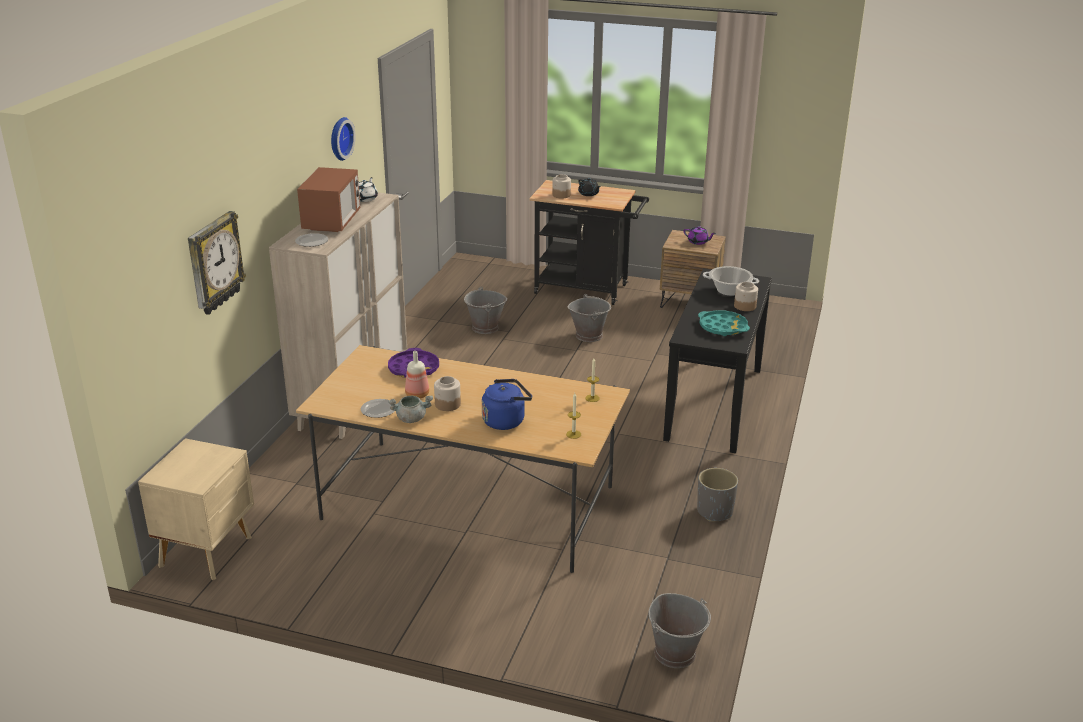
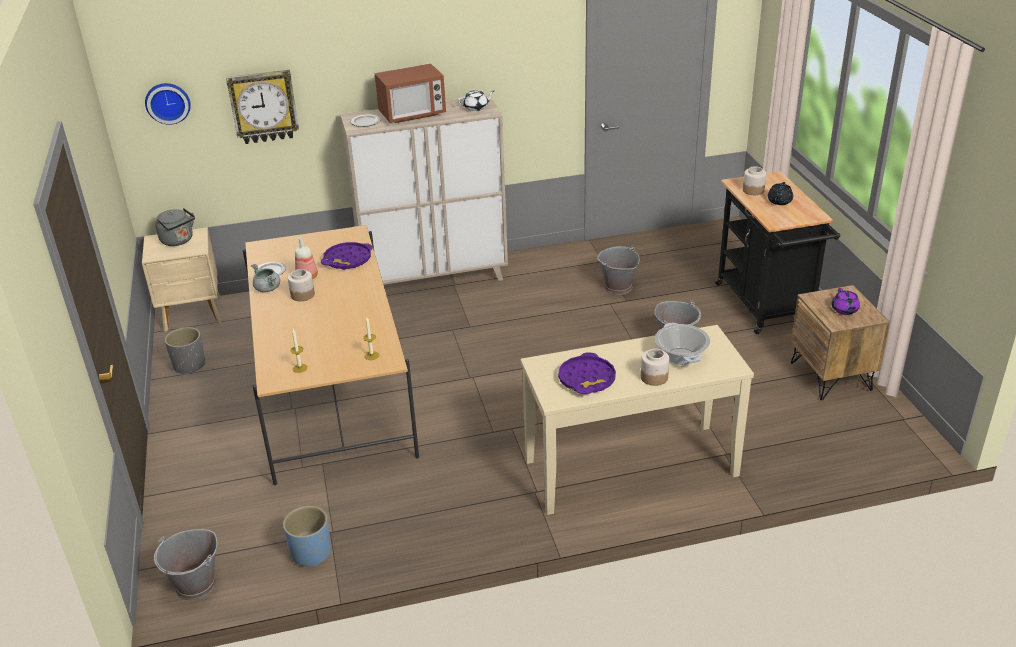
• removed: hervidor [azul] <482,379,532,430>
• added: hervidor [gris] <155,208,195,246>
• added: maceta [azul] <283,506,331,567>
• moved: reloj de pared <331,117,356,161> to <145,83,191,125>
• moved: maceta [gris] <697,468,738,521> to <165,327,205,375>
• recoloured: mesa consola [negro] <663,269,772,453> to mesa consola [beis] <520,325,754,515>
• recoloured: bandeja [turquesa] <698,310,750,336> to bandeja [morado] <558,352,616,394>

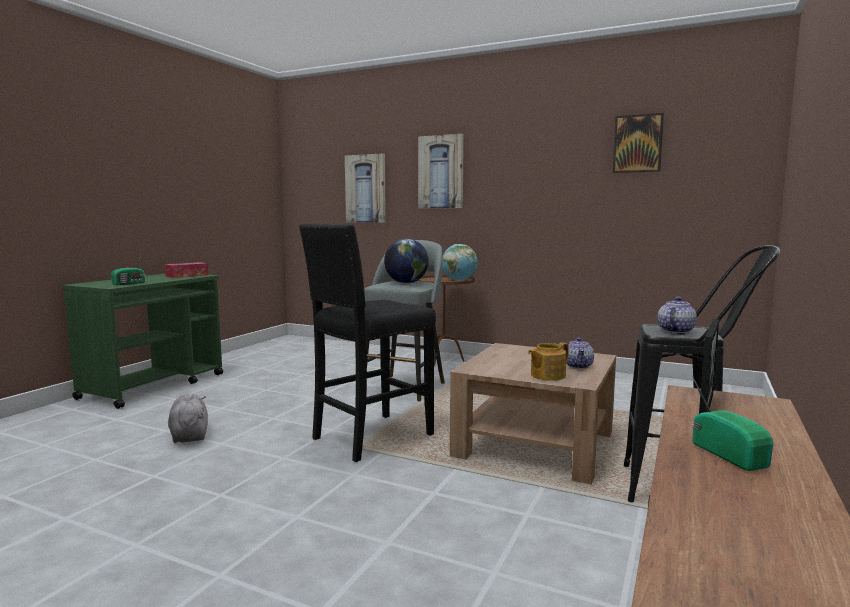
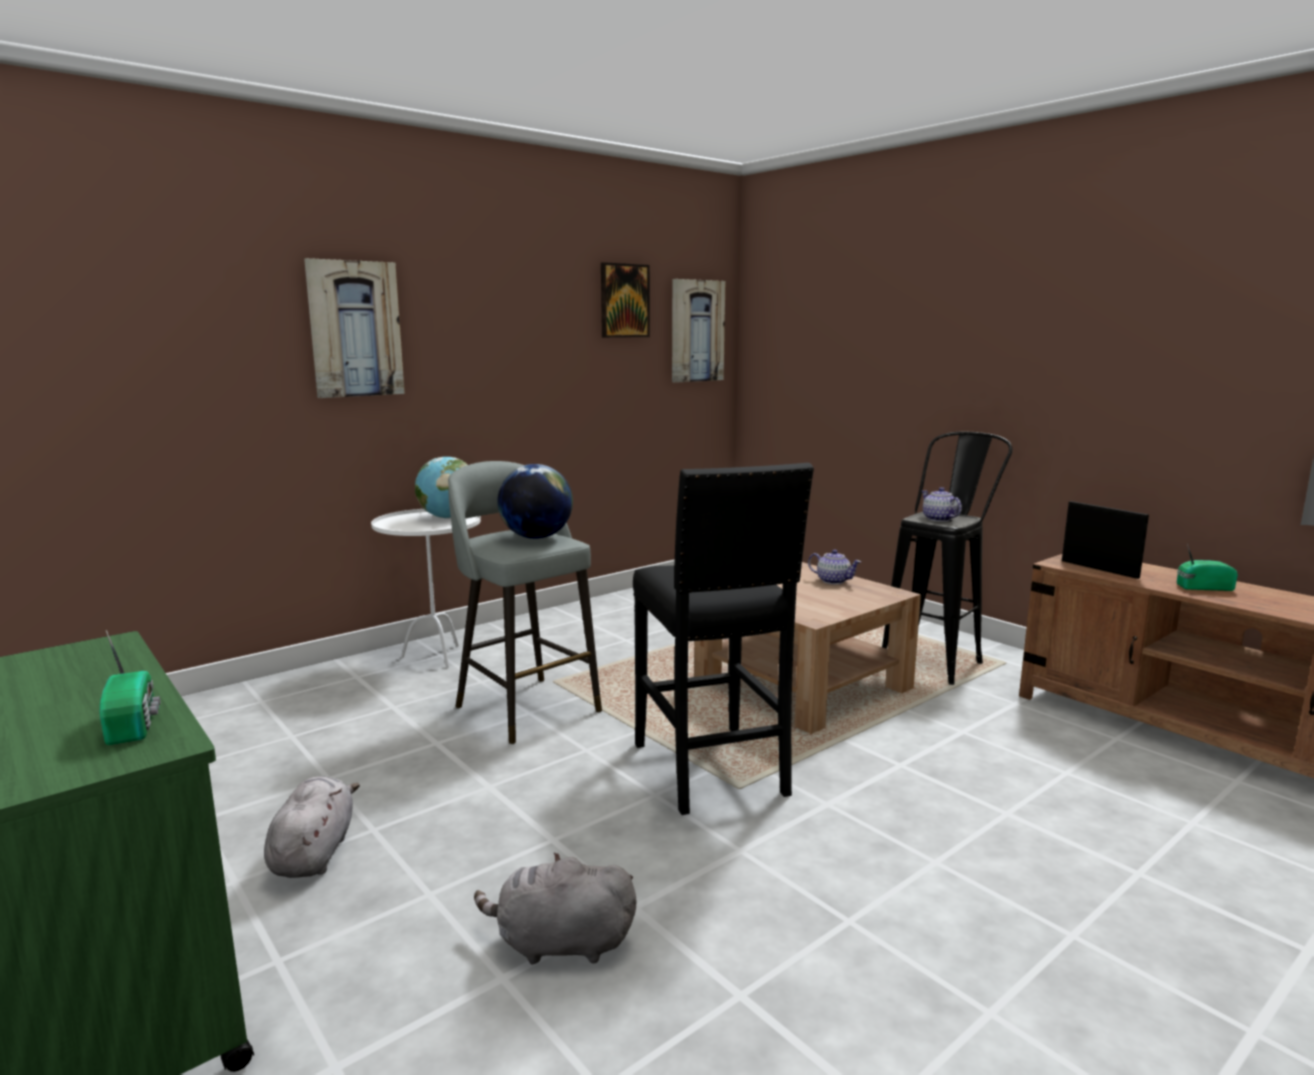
• removed: caja de pañuelos <165,262,208,278>
• removed: tetera <528,342,569,381>
• added: peluche [gris] <264,776,360,878>
• moved: cuadro <345,154,386,223> to <672,279,725,383>
• recoloured: mesa auxiliar [marrón] <417,275,475,366> to mesa auxiliar [blanco] <371,509,481,668>

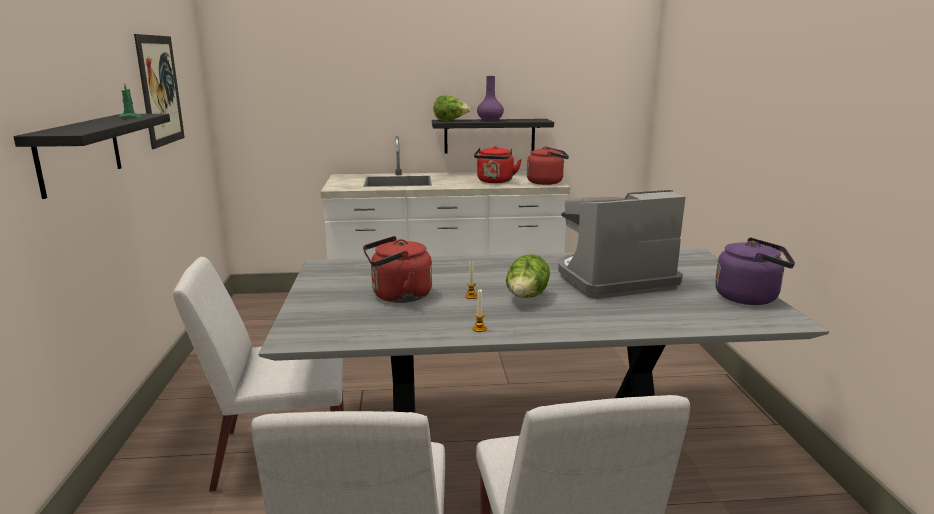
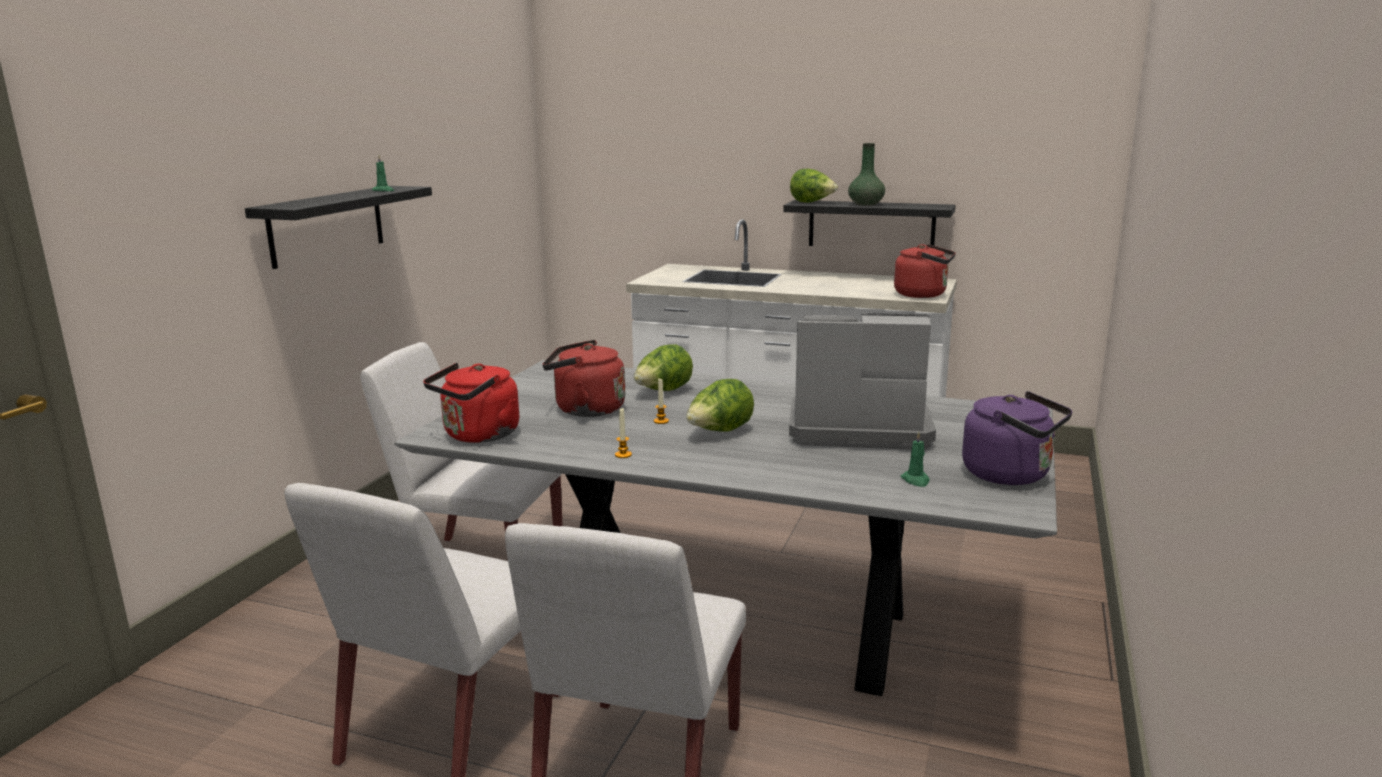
• removed: cuadro <134,34,185,149>
• added: lechuga <634,344,693,391>
• added: vela [verde] <901,432,930,487>
• moved: hervidor [rojo] <474,146,522,183> to <423,363,519,443>
• recoloured: florero [morado] <477,76,504,121> to florero [verde] <848,143,885,206>

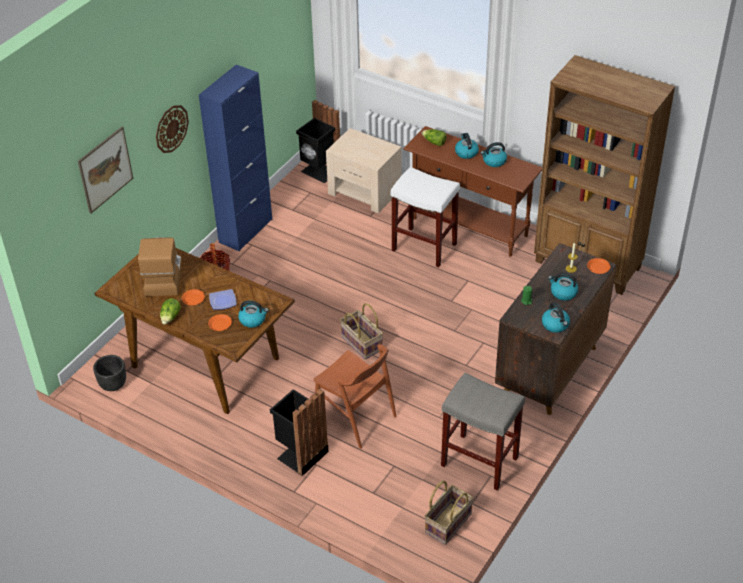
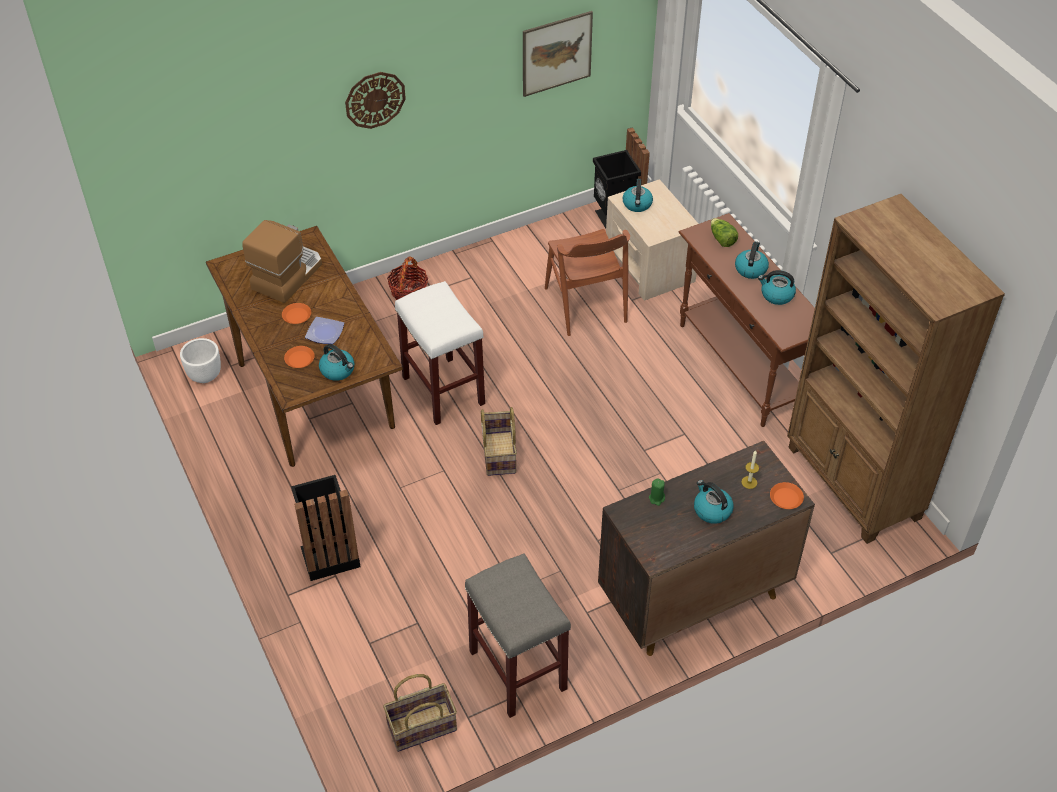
• removed: lechuga <160,298,181,325>
• removed: armario [azul] <199,65,272,251>
• moved: cuadro <78,127,133,214> to <523,11,593,97>
• moved: silla [marrón] <313,344,397,449> to <545,229,630,336>
• moved: taburete [blanco] <390,167,460,267> to <395,281,485,425>
• moved: hervidor <542,302,570,333> to <622,179,653,212>
• recoloured: maceta [negro] <93,355,126,391> to maceta [blanco] <180,338,221,383>

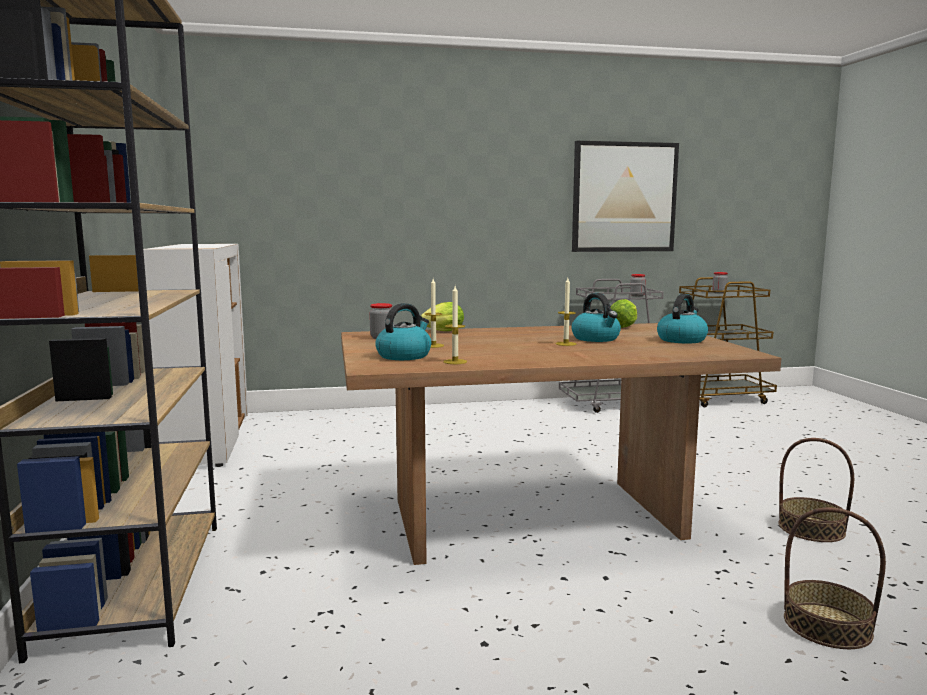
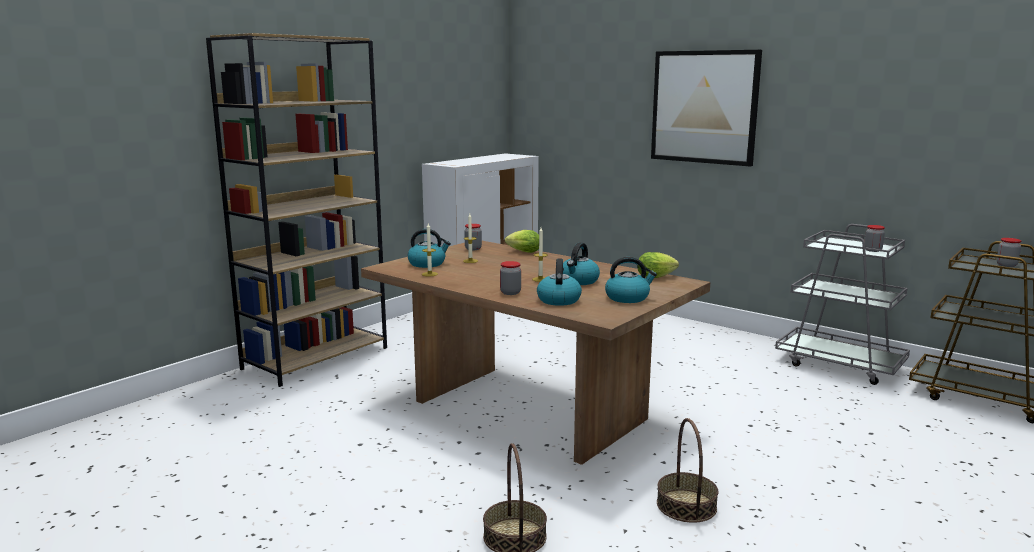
• added: tarro <500,261,521,295>
• added: hervidor <537,259,582,306>
• moved: cuadro <572,141,679,252> to <651,50,762,167>

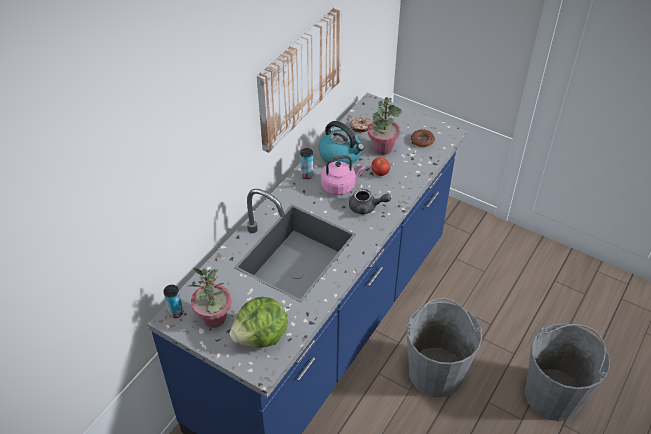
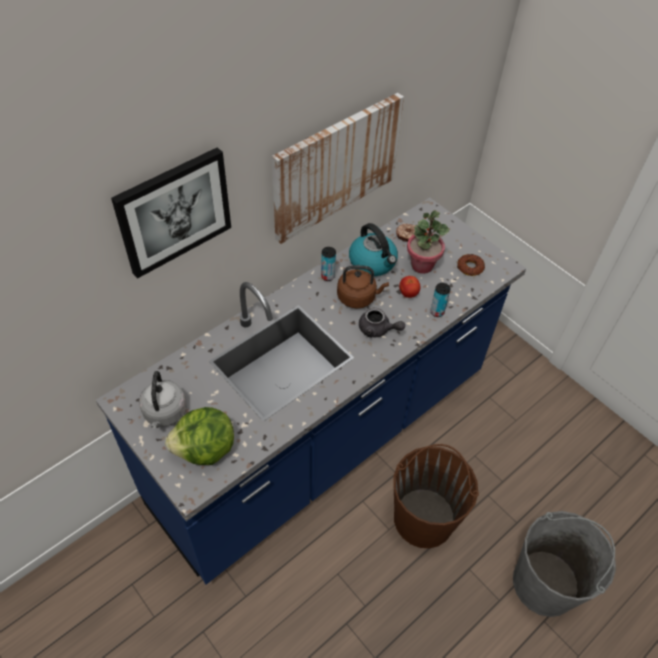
• added: cuadro <111,147,231,279>
• moved: lata <163,285,183,318> to <430,283,451,317>
• replaced: planta en maceta <189,268,231,328> to hervidor [gris] <139,371,187,429>
• recoloured: hervidor [rosa] <321,155,366,195> to hervidor [marrón] <337,265,389,309>
• recoloured: cubo [gris] <407,298,482,397> to cubo [marrón] <394,444,479,549>

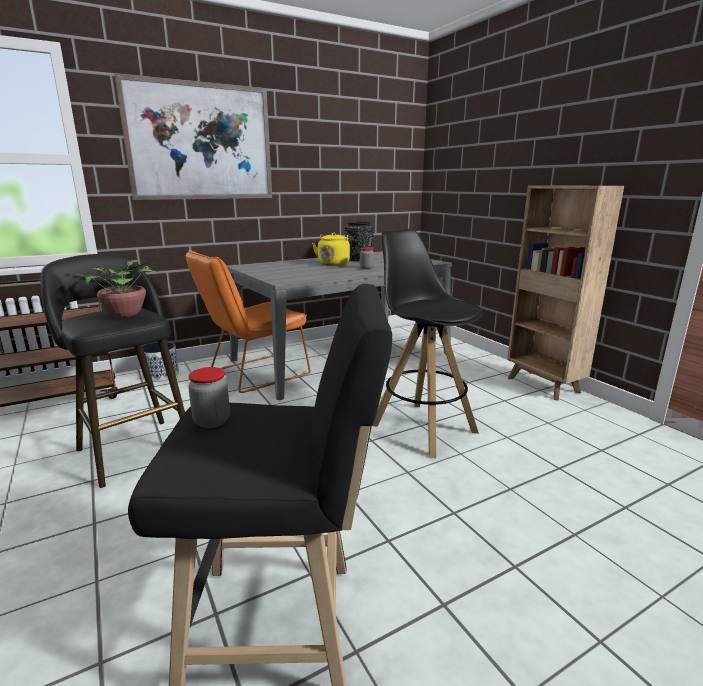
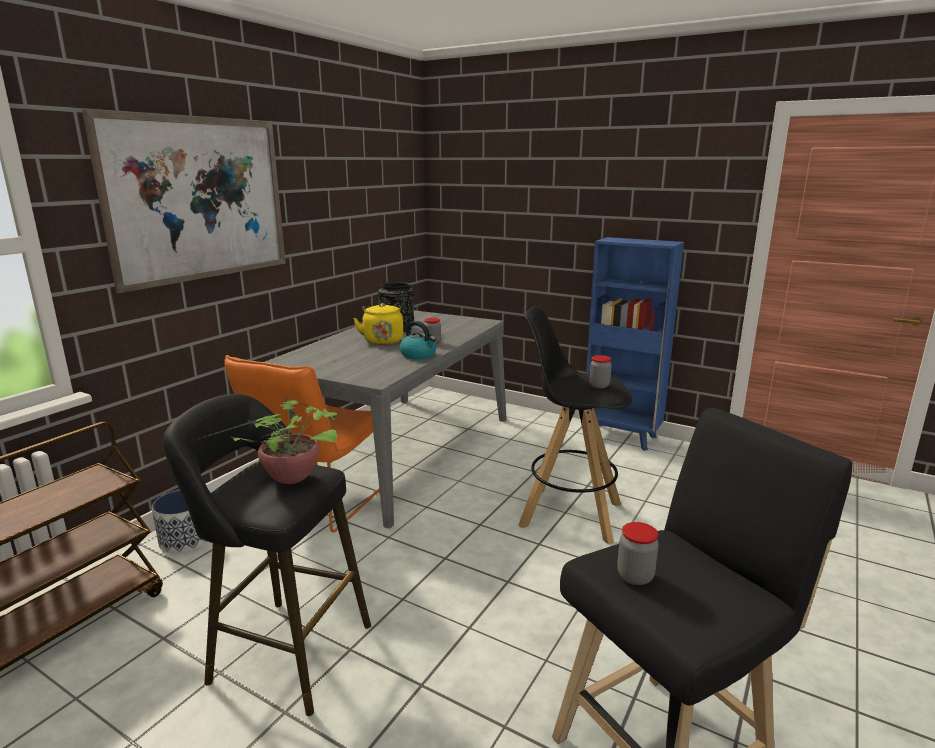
• added: hervidor <400,321,436,360>
• added: tarro <589,355,612,388>
• recoloured: estantería [marrón] <507,185,624,400> to estantería [azul] <586,237,684,451>

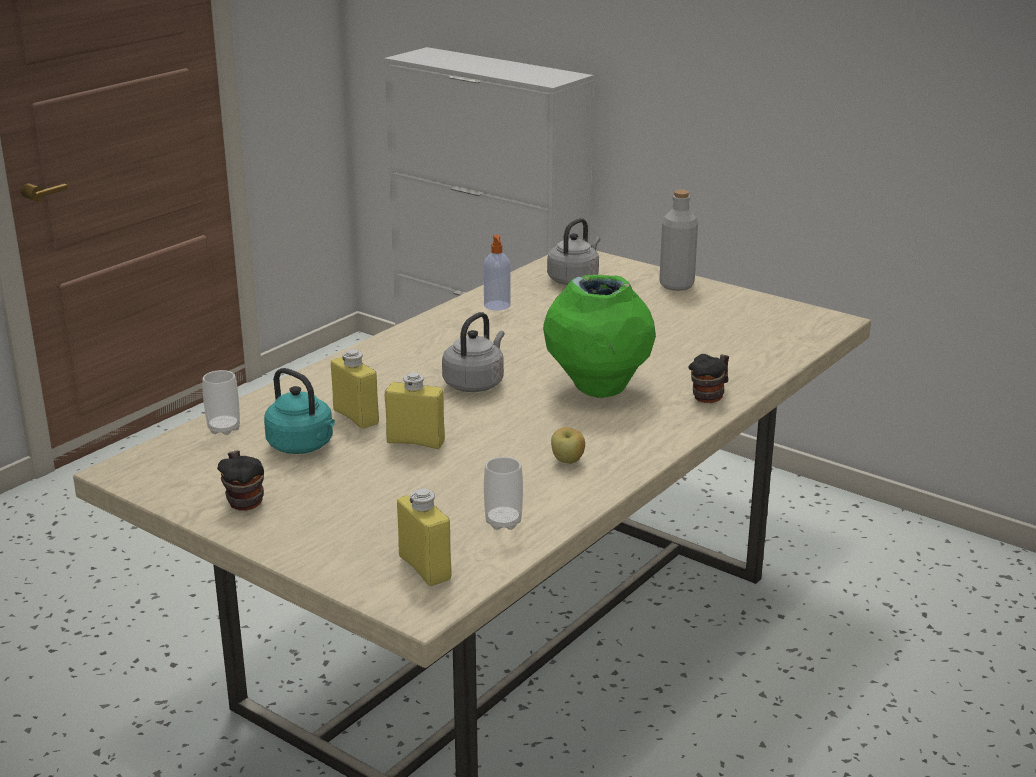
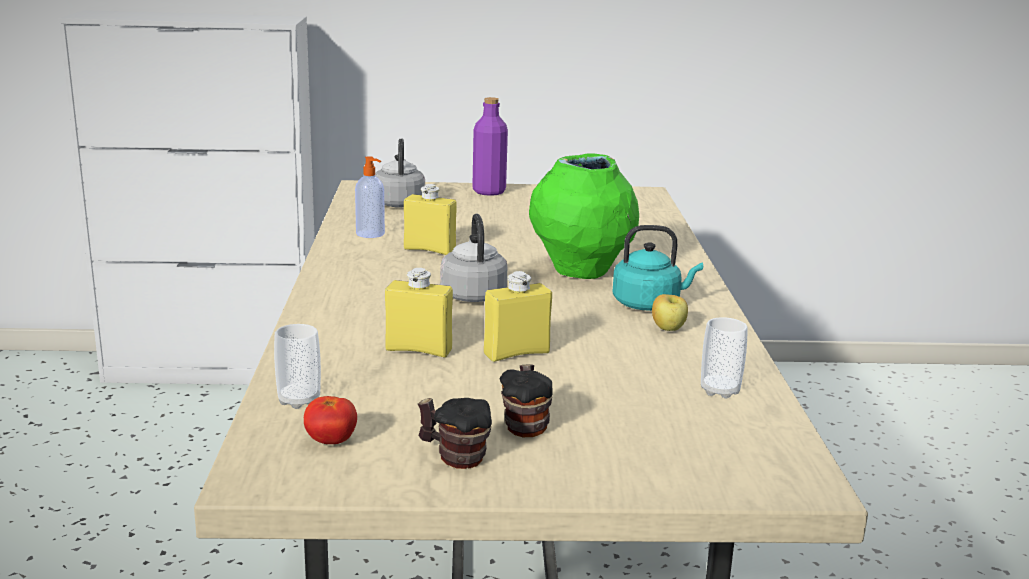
• added: tomate <304,396,357,444>
• moved: hervidor [turquesa] <264,368,335,454> to <612,225,703,311>
• moved: botella [amarillo] <397,489,452,586> to <404,184,457,255>
• moved: taza grande <688,354,729,403> to <500,364,553,437>
• recoloured: botella [gris] <659,190,698,291> to botella [morado] <472,97,508,196>

